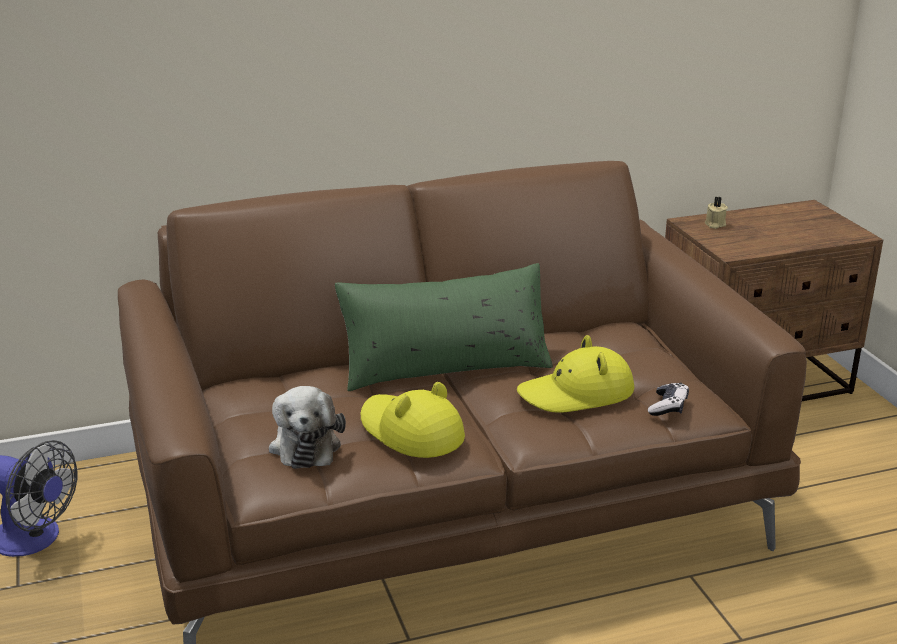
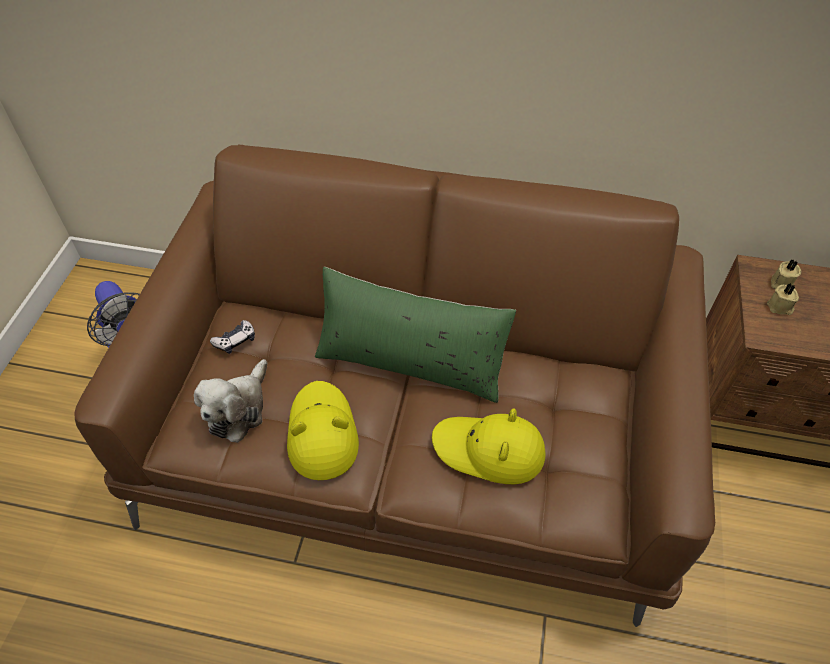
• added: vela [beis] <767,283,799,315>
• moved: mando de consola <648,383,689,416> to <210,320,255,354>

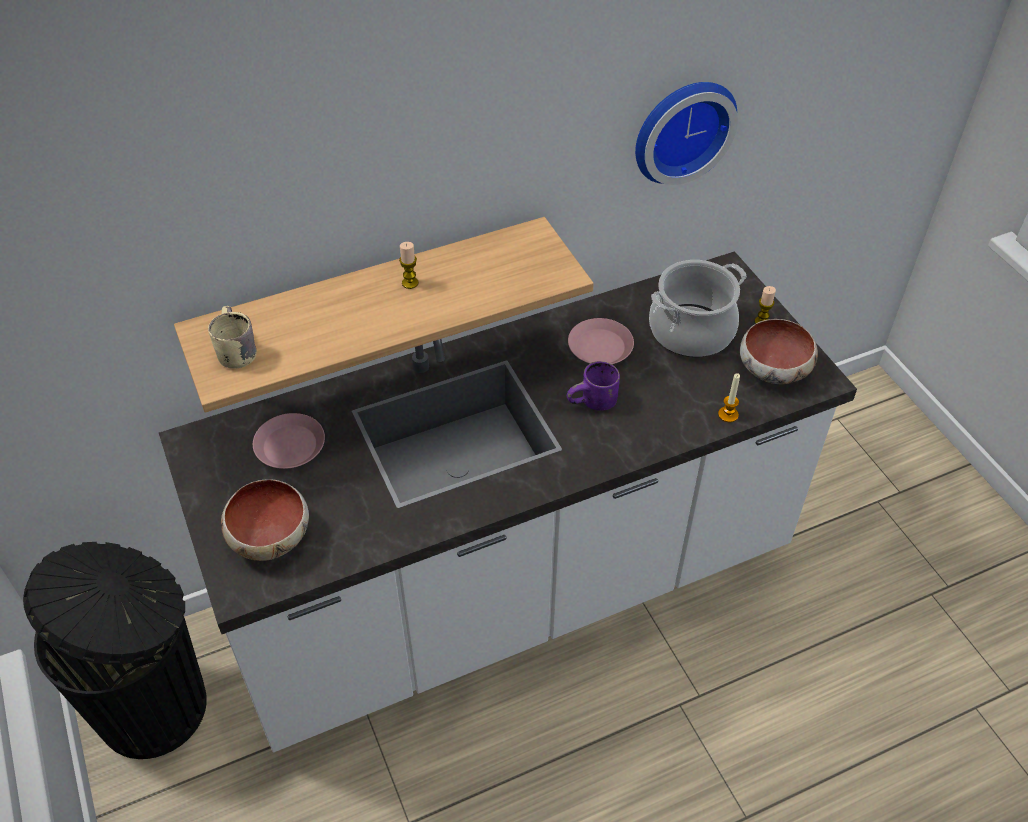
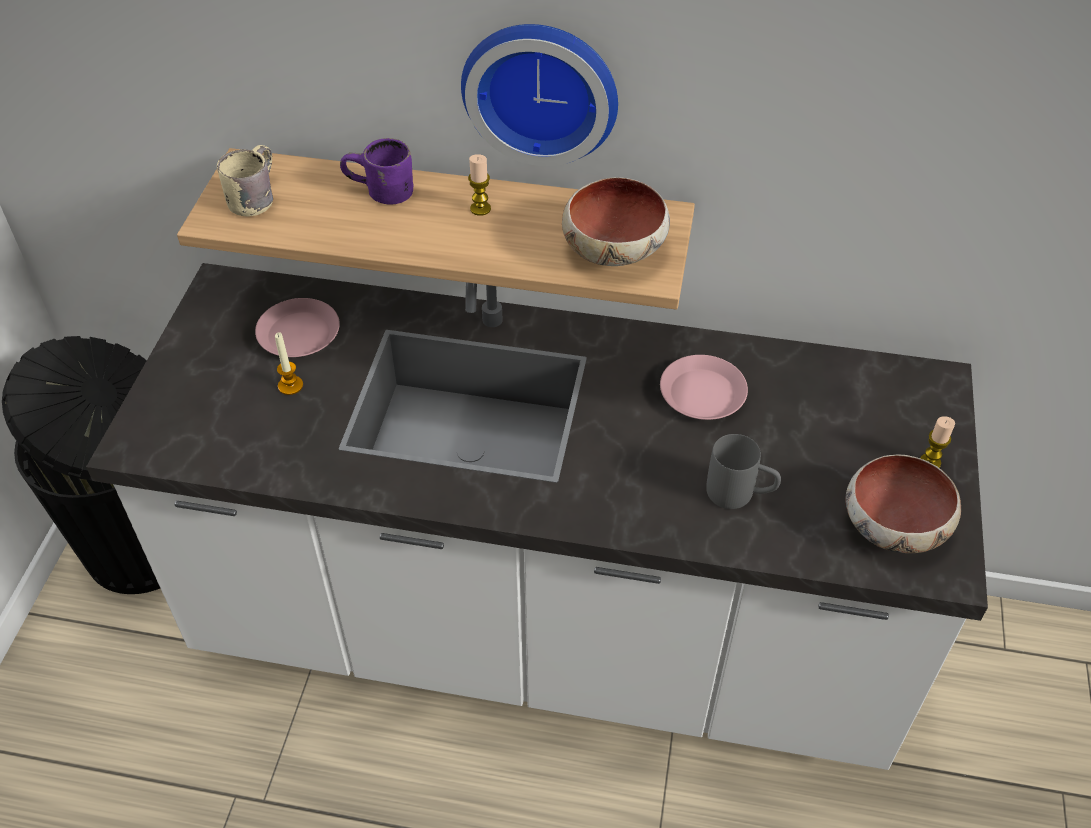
• removed: olla <649,260,747,357>
• added: taza grande [gris] <706,434,781,509>
• moved: cuenco <221,479,309,561> to <562,177,670,266>
• moved: taza grande [morado] <567,361,620,411> to <340,138,414,204>
• moved: reloj de pared <635,82,738,185> to <461,24,618,166>
• moved: vela <718,373,740,422> to <275,332,303,395>

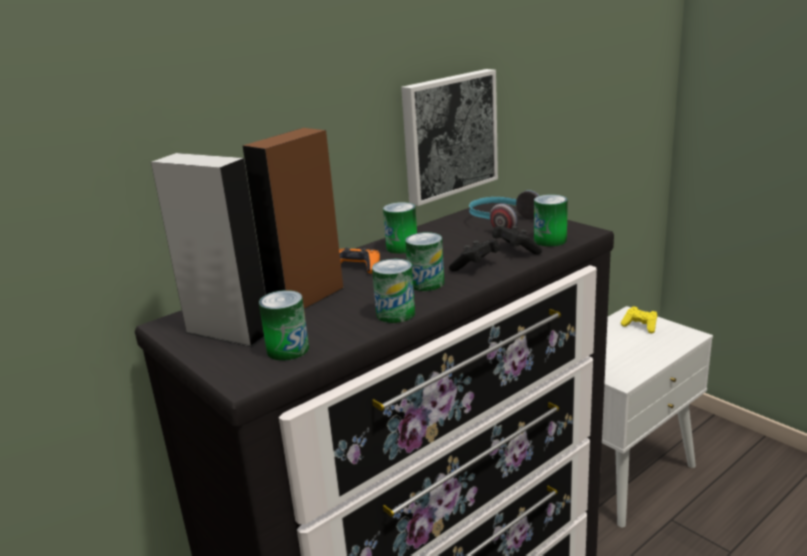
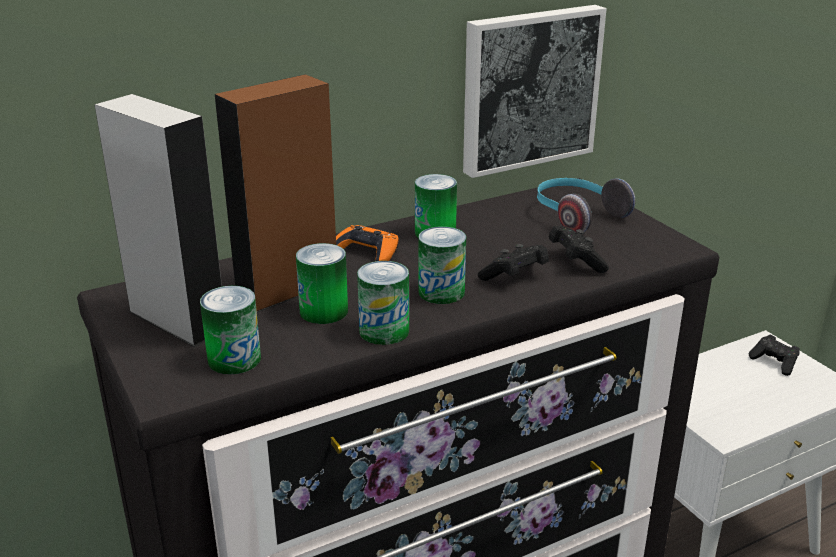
• moved: lata <534,194,568,247> to <296,243,348,324>
• recoloured: mando de consola [amarillo] <621,306,657,333> to mando de consola [negro] <749,335,800,376>

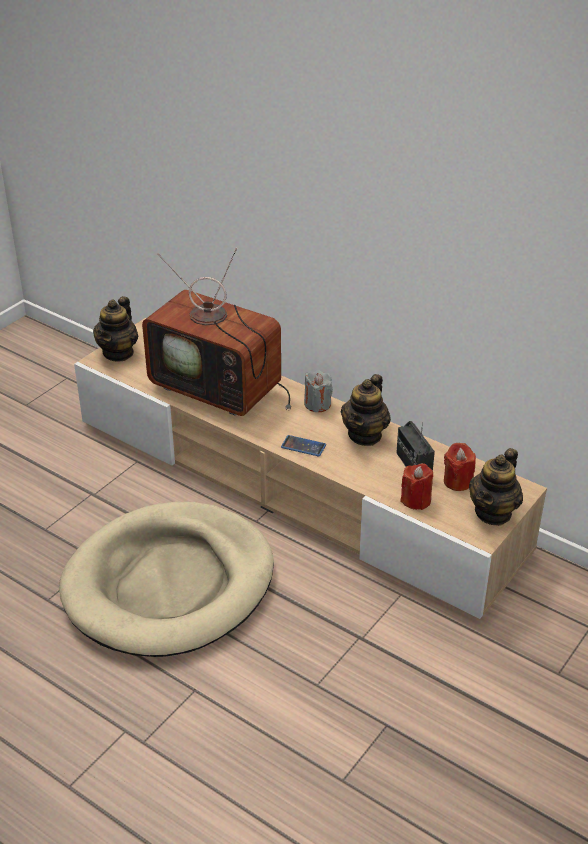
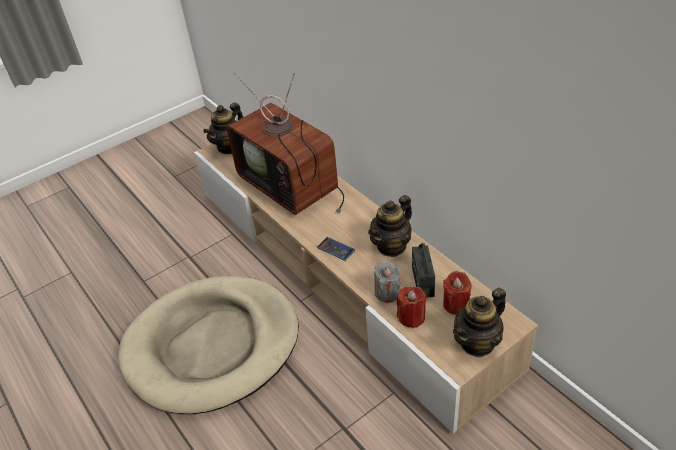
• moved: vela [gris] <304,370,333,412> to <374,262,400,302>

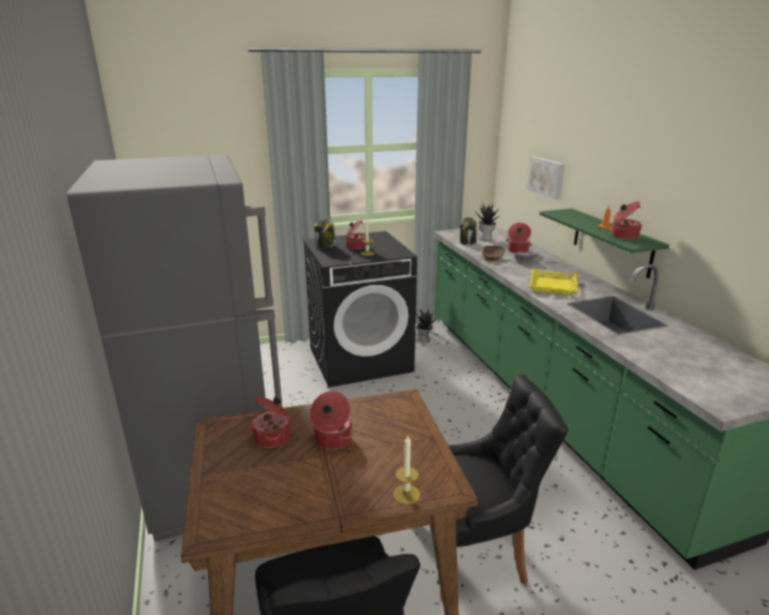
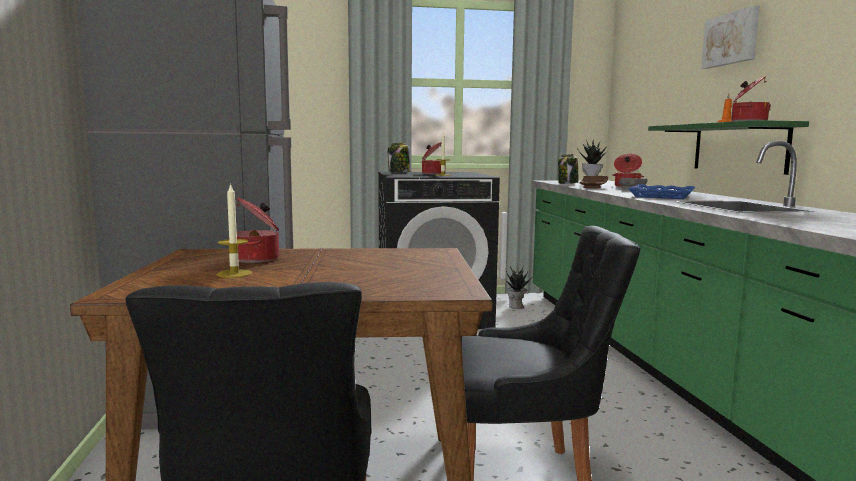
• removed: olla <310,391,353,450>
• moved: vela <393,436,420,505> to <217,183,252,278>
• moved: cuadro <527,156,565,200> to <701,5,760,69>
• recoloured: bandeja [amarillo] <529,269,579,295> to bandeja [azul] <629,184,696,199>

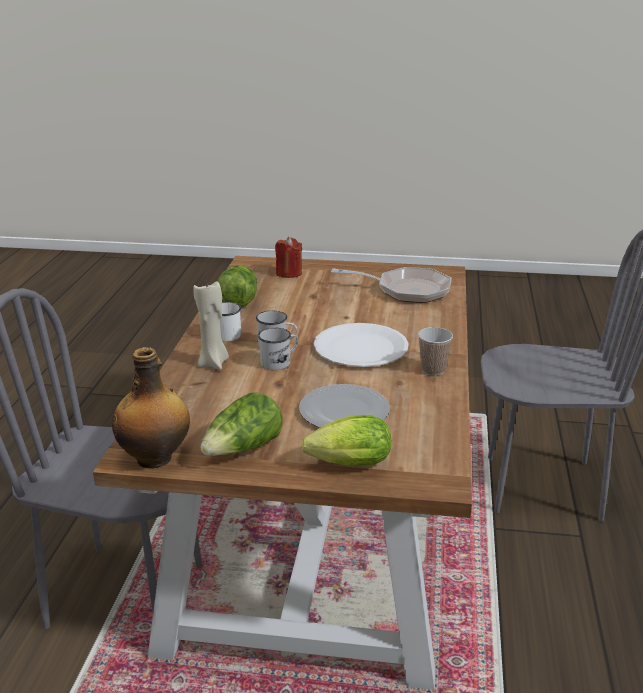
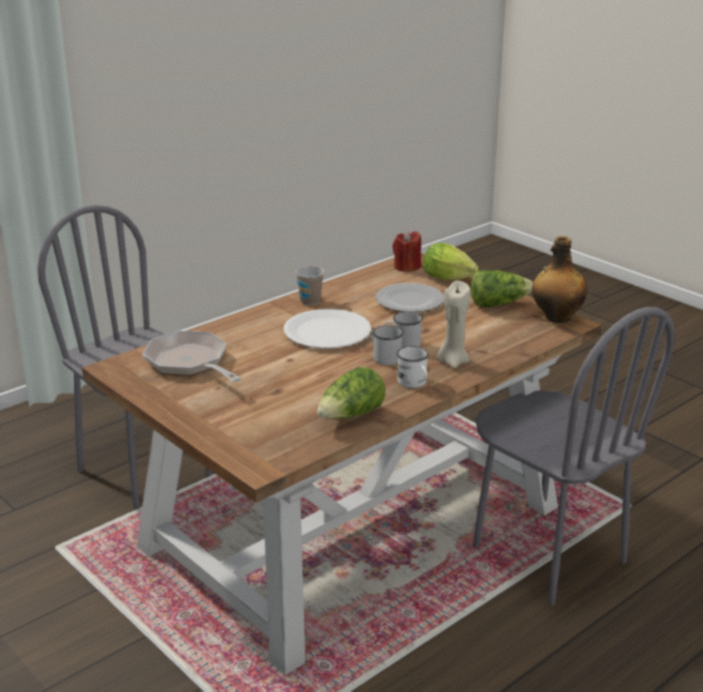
• moved: vela [rojo] <275,237,302,278> to <393,231,421,272>

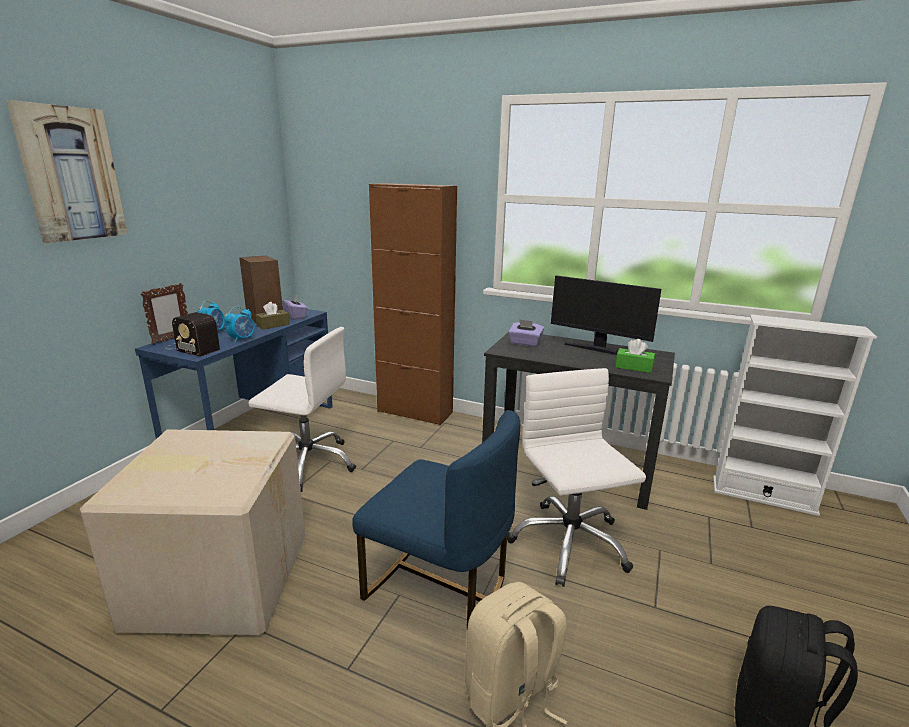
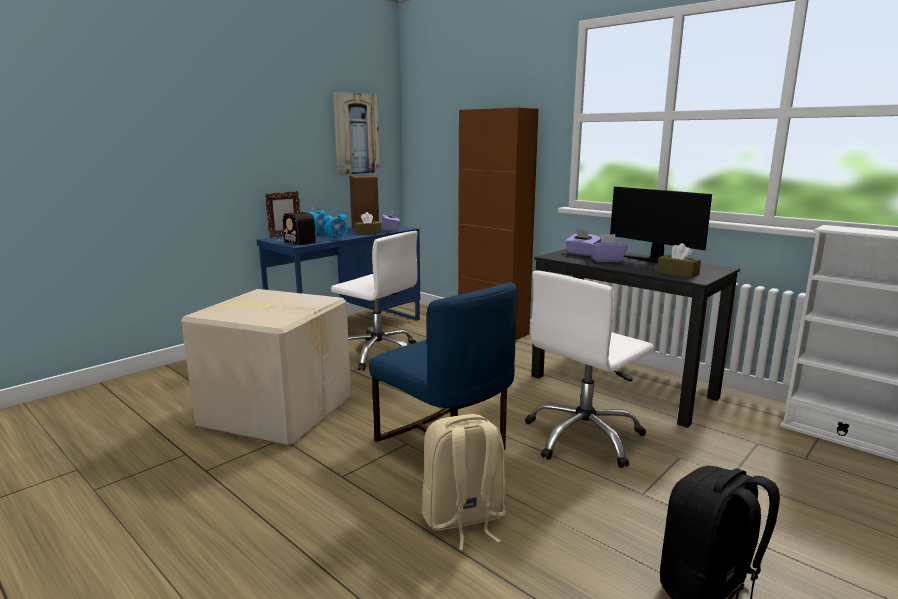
• added: caja de pañuelos [morado] <589,234,627,262>
• moved: cuadro <6,100,128,243> to <333,92,380,175>
• recoloured: caja de pañuelos [verde] <615,339,655,373> to caja de pañuelos [marrón] <657,243,701,278>
• turned: silla de oficina [blanco] <507,368,646,587> = <525,270,654,468> 135 degrees counterclockwise

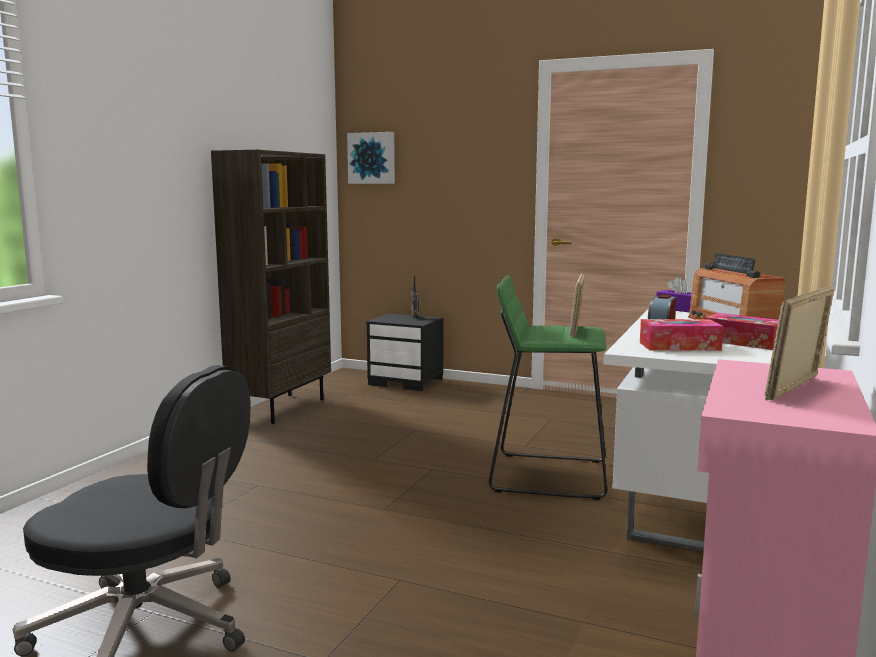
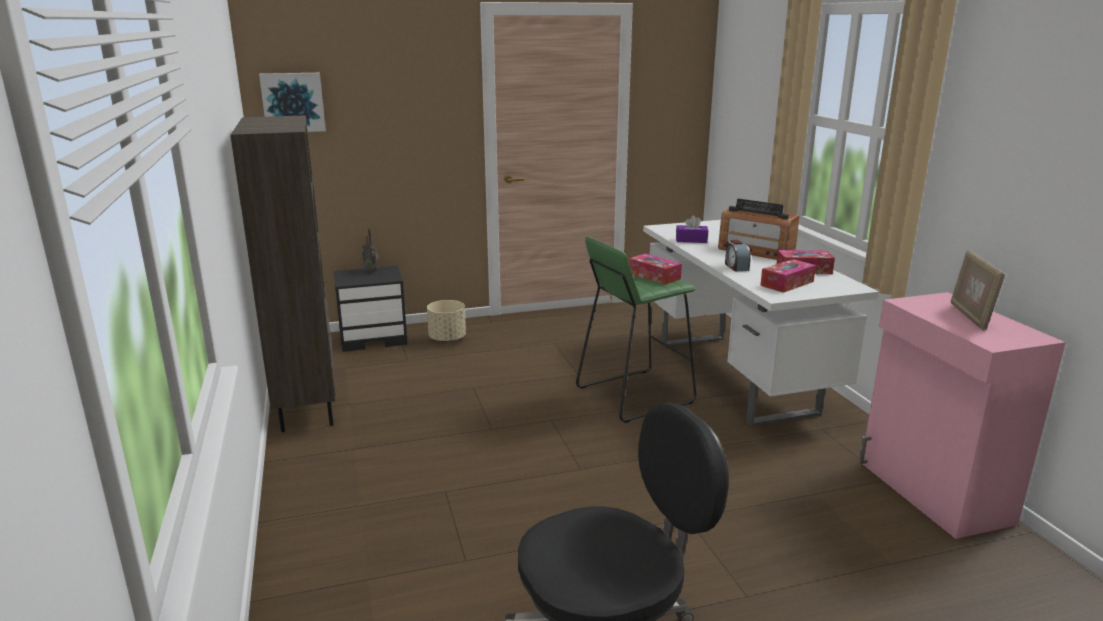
• added: maceta [beis] <427,300,466,342>
• replaced: portarretratos <569,274,585,338> to caja de pañuelos <629,253,682,285>

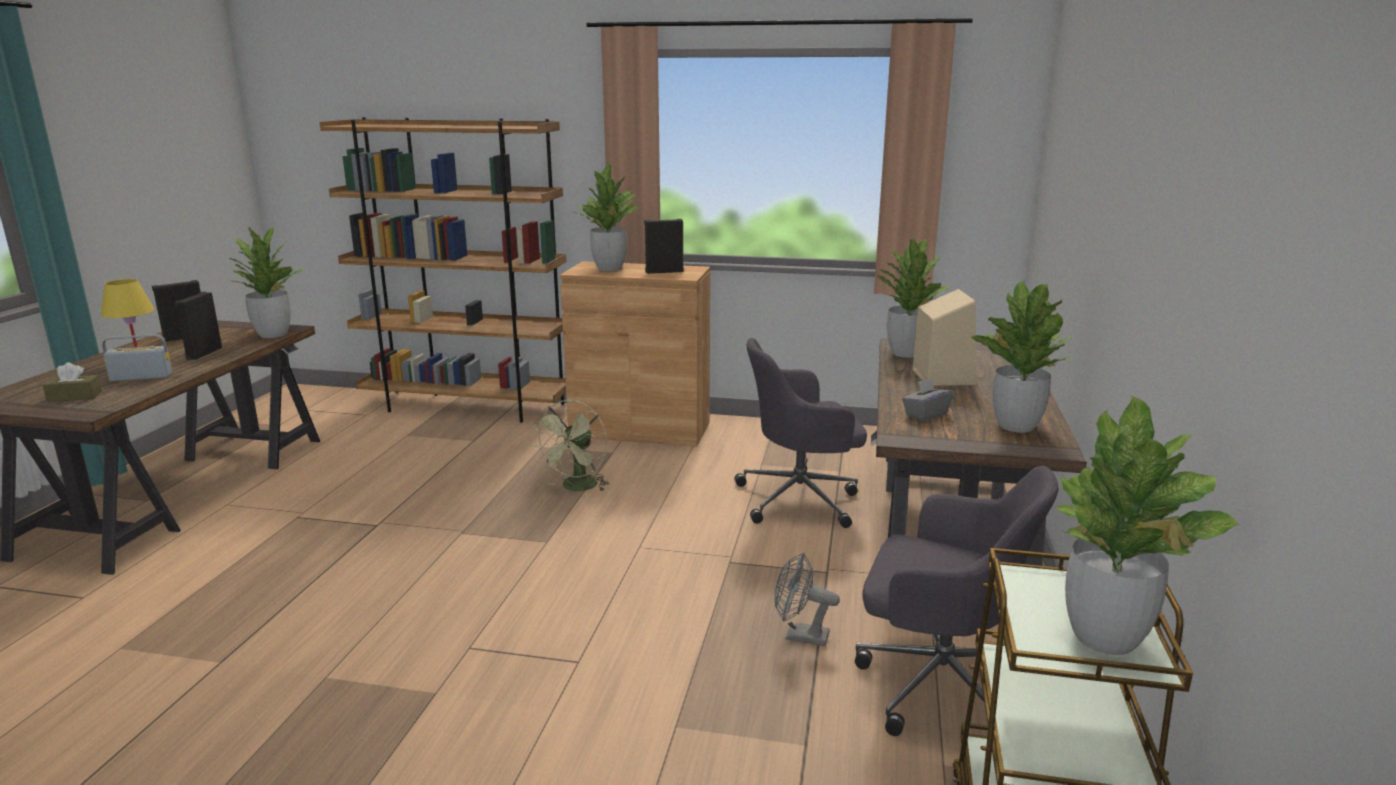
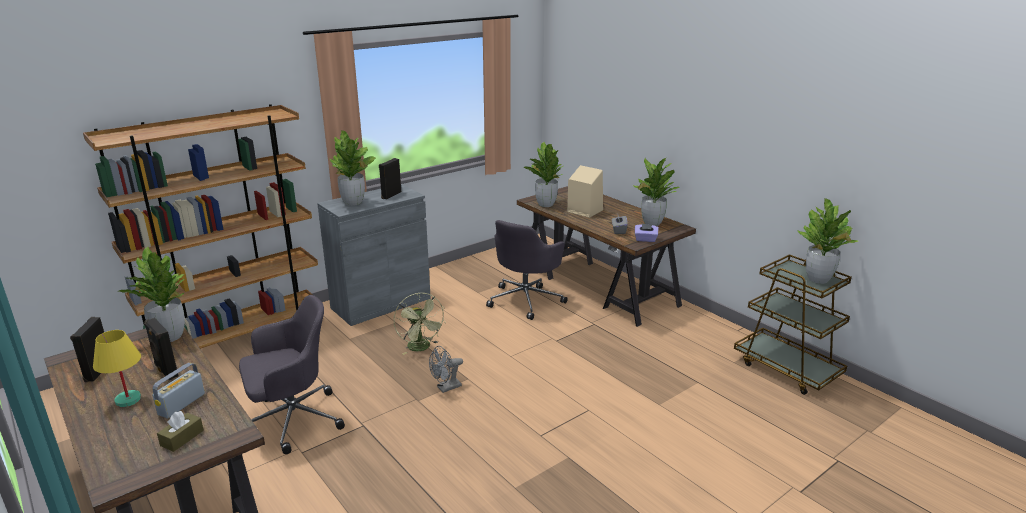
• added: caja de pañuelos [morado] <635,224,658,242>
• moved: ventilador [gris] <774,552,840,646> to <429,346,463,393>
• moved: silla de oficina [gris] <855,466,1059,736> to <239,295,345,454>
• recoloured: armario [marrón] <560,261,710,447> to armario [gris] <317,184,431,326>

